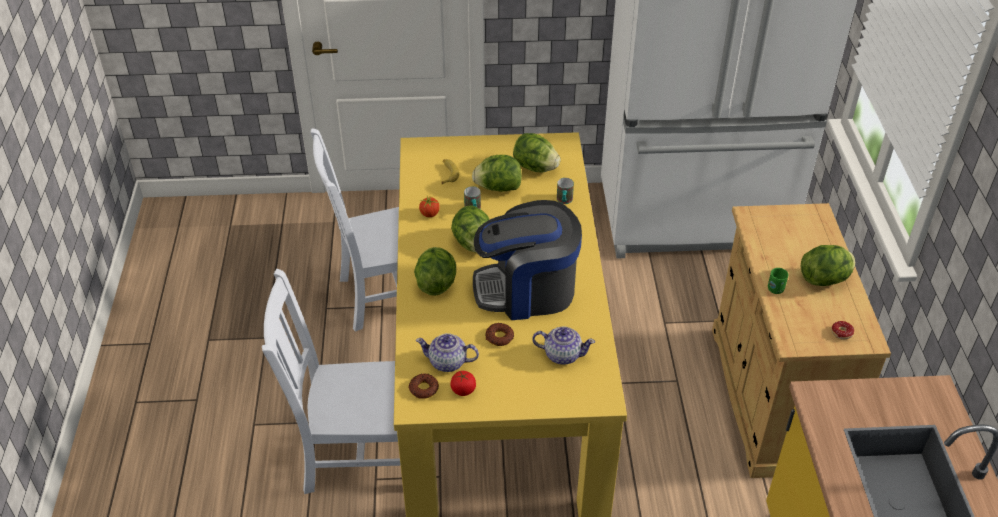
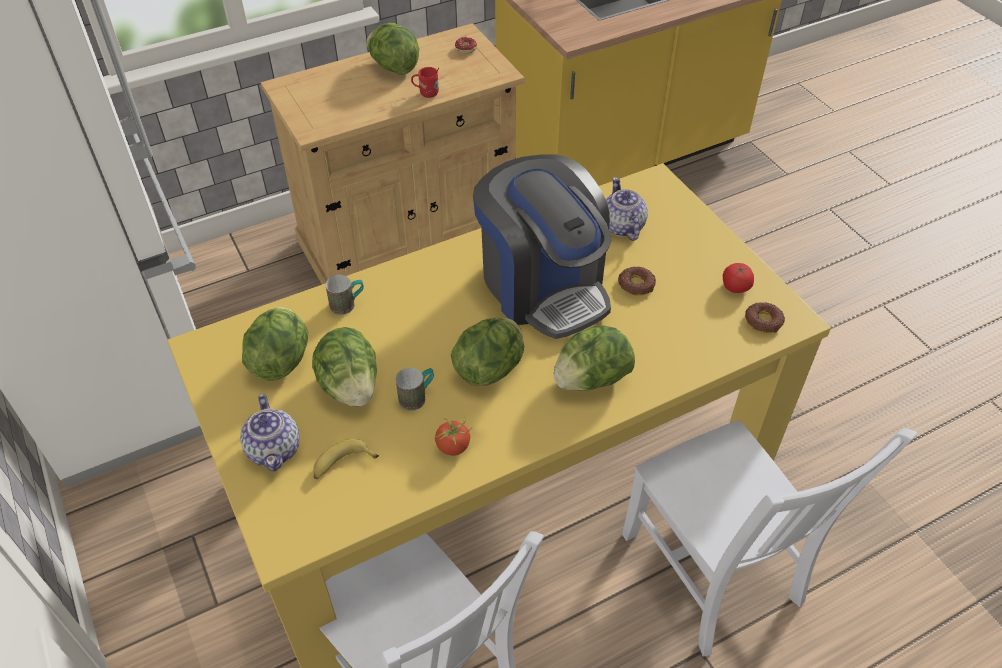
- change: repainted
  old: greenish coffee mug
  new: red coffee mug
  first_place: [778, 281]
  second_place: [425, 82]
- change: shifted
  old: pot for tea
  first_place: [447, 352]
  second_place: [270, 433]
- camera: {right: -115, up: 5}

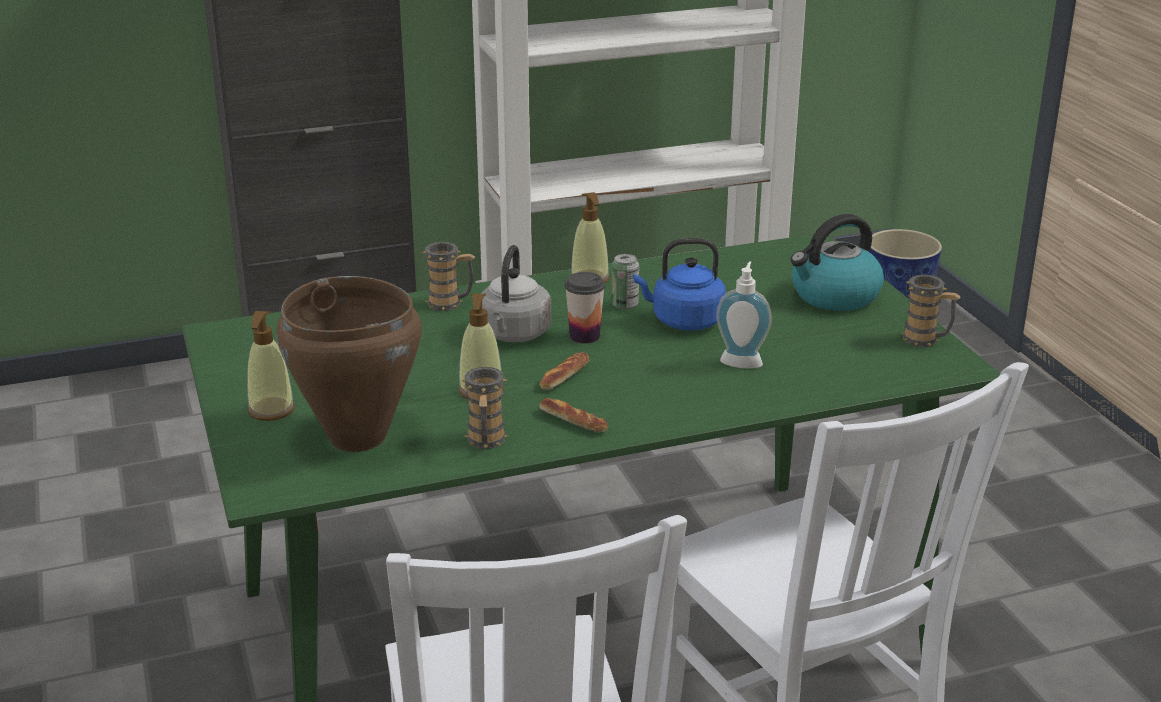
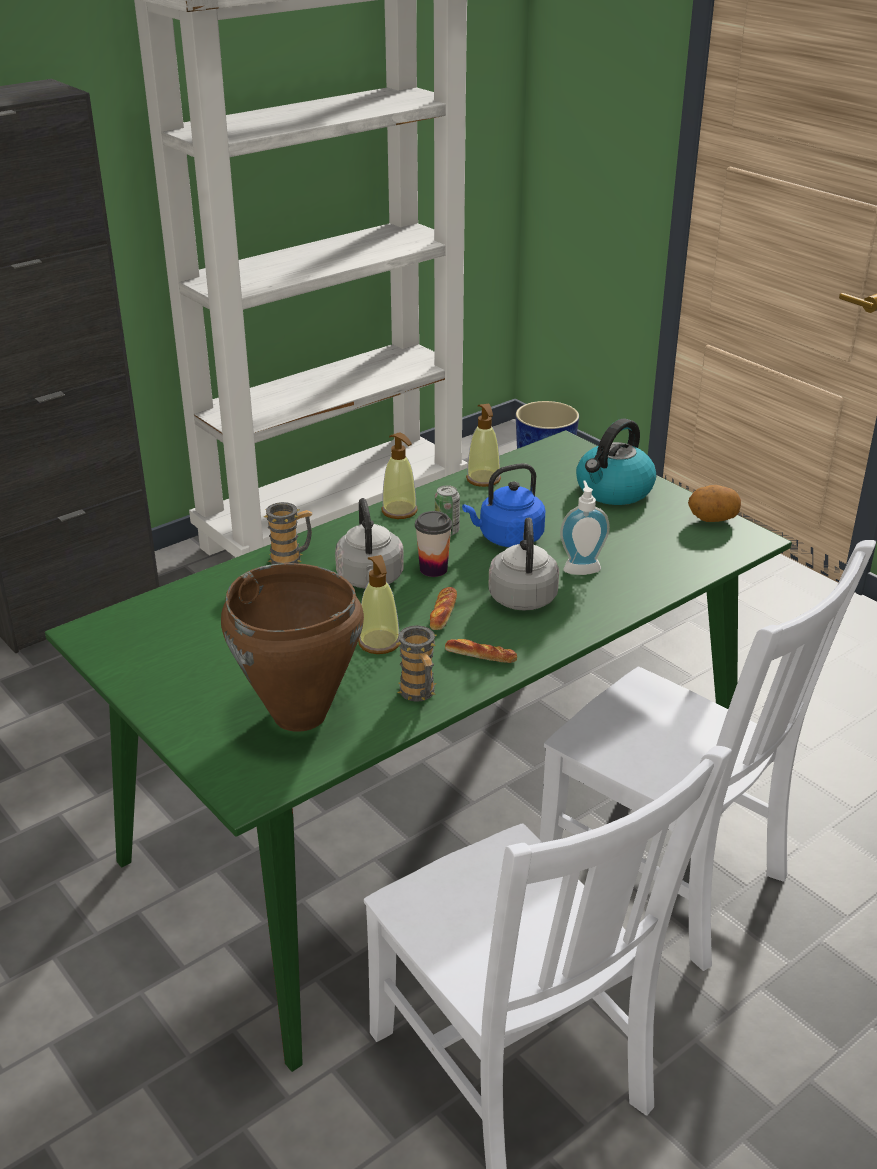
- change: swapped
  old: coffee mug
  new: spud
  first_place: [930, 311]
  second_place: [714, 503]
- change: shifted
  old: soap bottle
  first_place: [271, 366]
  second_place: [483, 445]
- change: new
  new: grey tea kettle
  second_place: [523, 564]
- camera: {right: -20, up: 5}

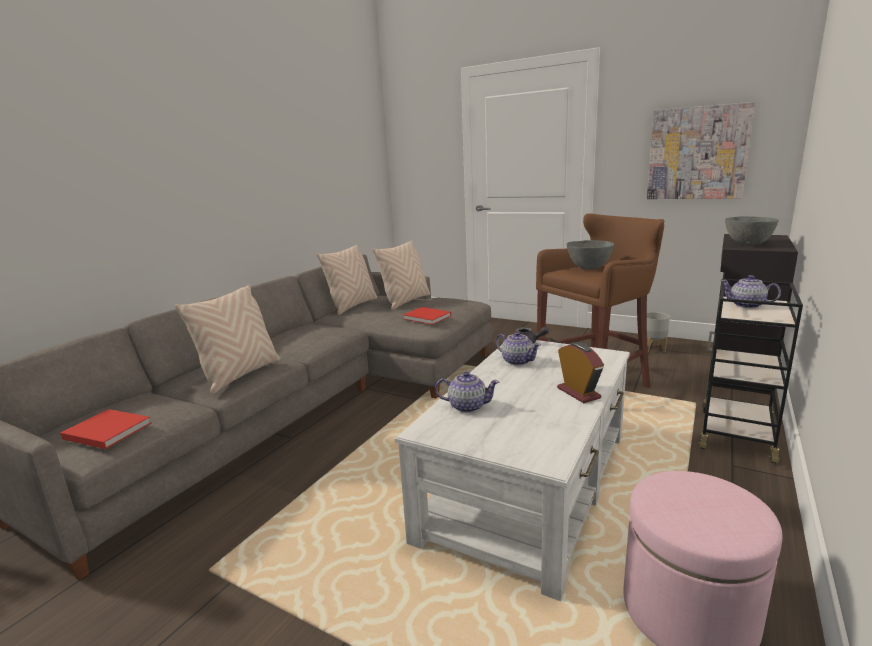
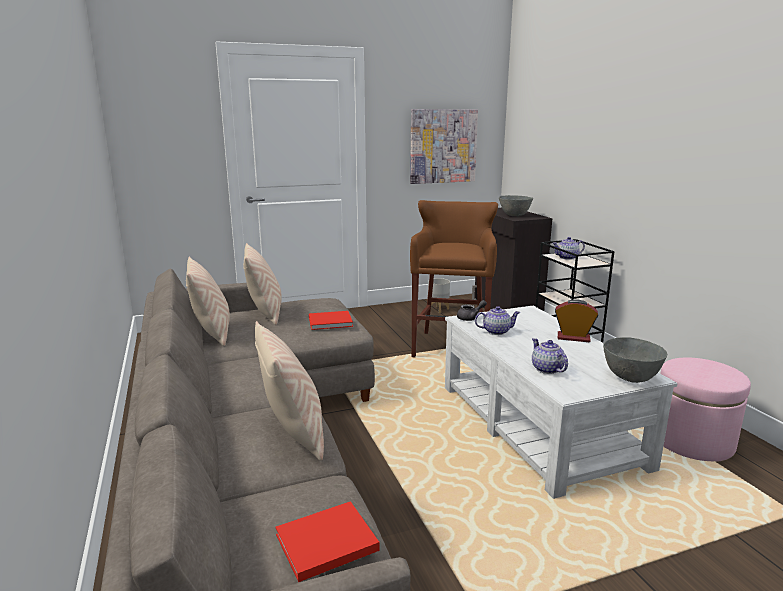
- change: shifted
  old: grey serving bowl
  first_place: [590, 255]
  second_place: [635, 360]
- change: rotated
  old: pot for tea
  first_place: [467, 392]
  second_place: [550, 356]
  degrees: -75
- camera: {right: -50, up: 0}

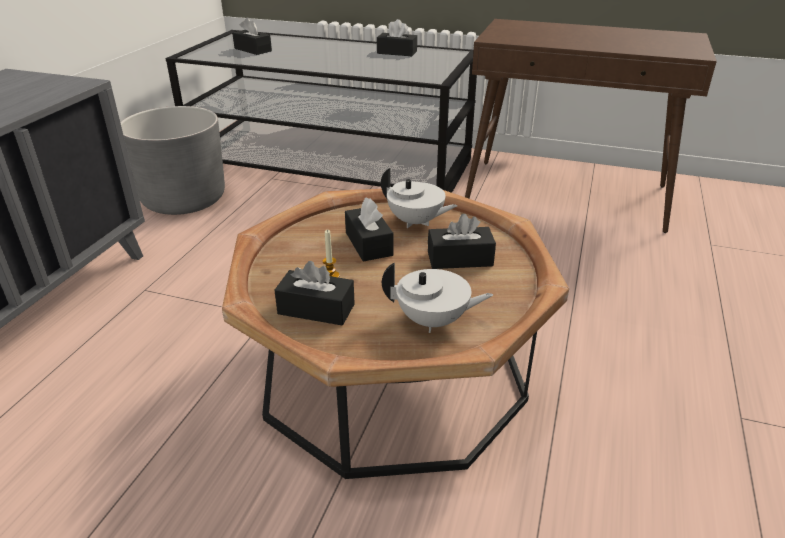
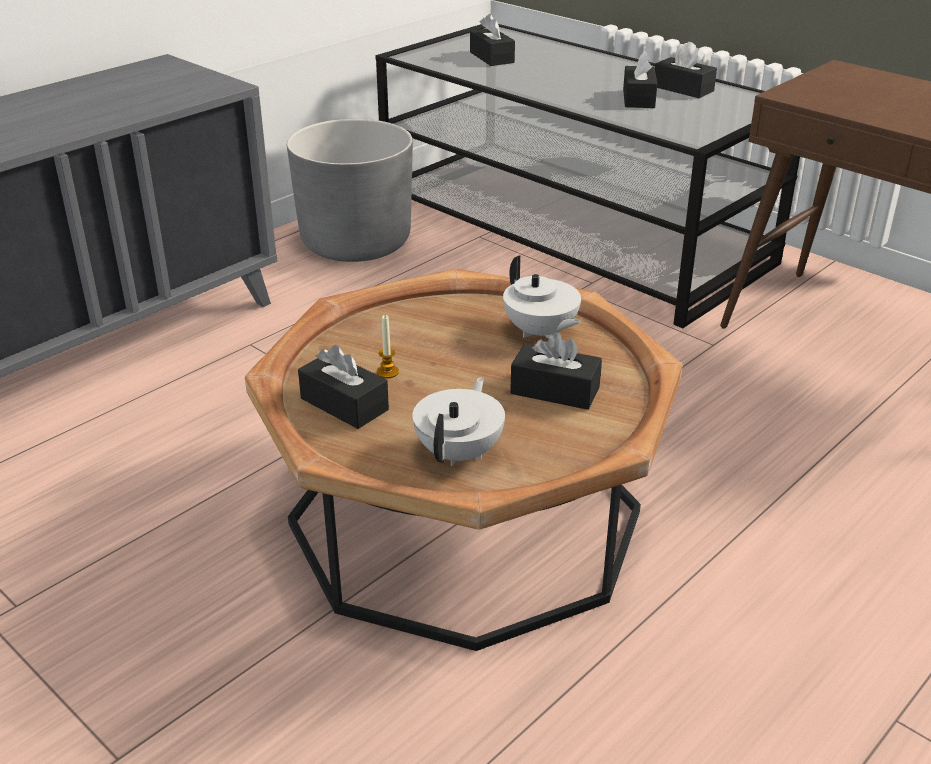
- change: shifted
  old: blackish tissue holder
  first_place: [369, 229]
  second_place: [640, 79]
- change: rotated
  old: whitish pot for tea
  first_place: [437, 297]
  second_place: [459, 421]
  degrees: -105
- camera: {right: 25, up: 0}

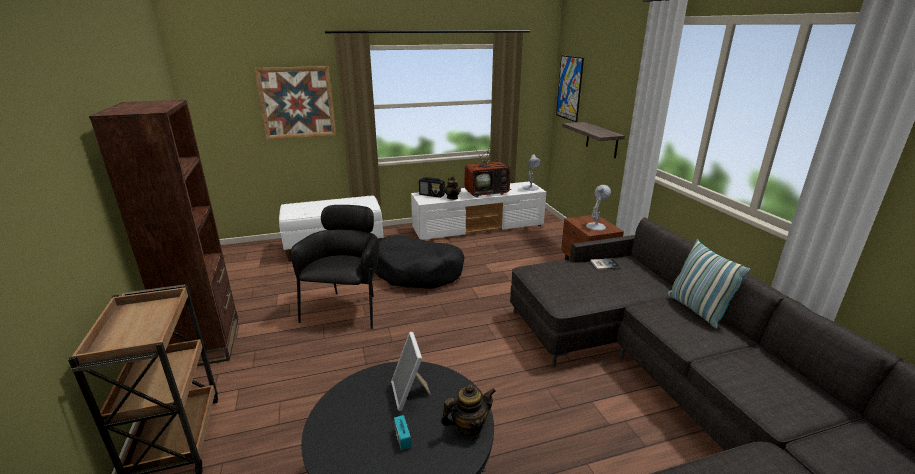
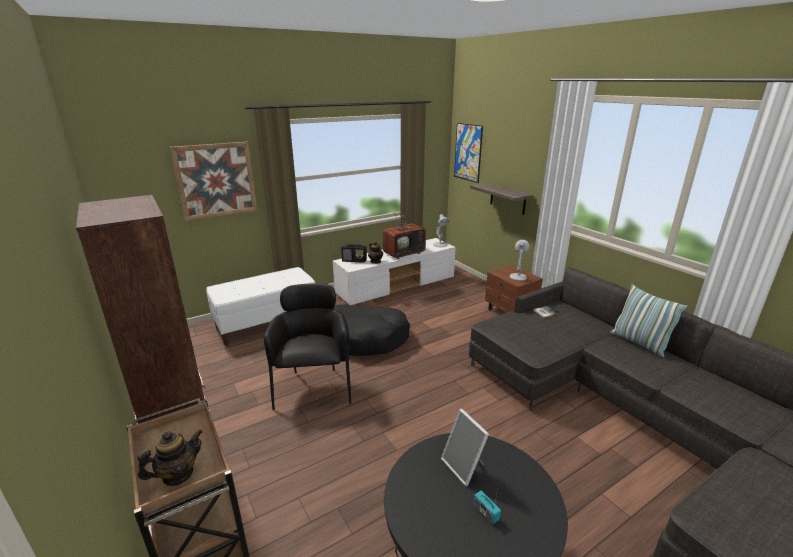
- change: shifted
  old: pot for tea
  first_place: [468, 410]
  second_place: [170, 457]
- camera: {right: -15, up: 0}

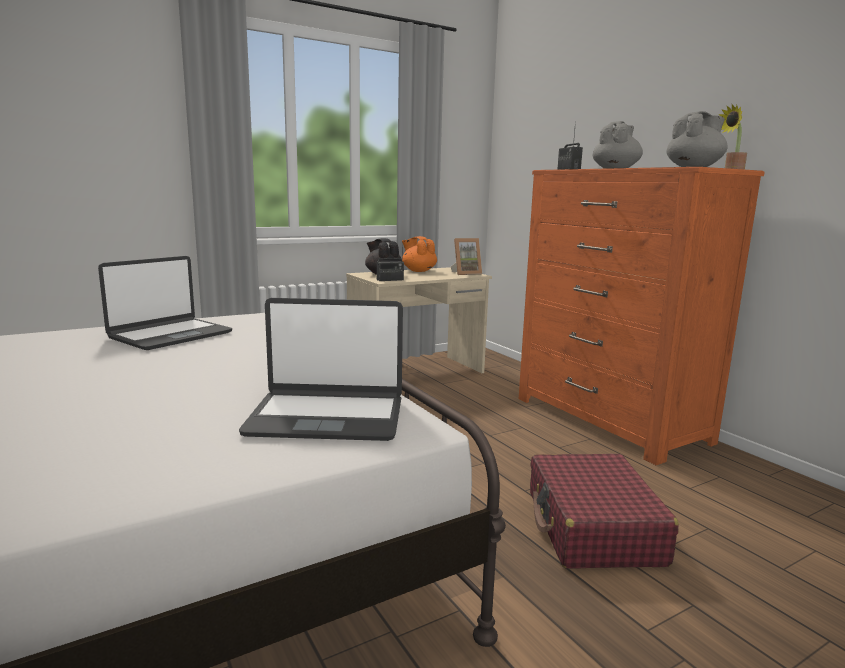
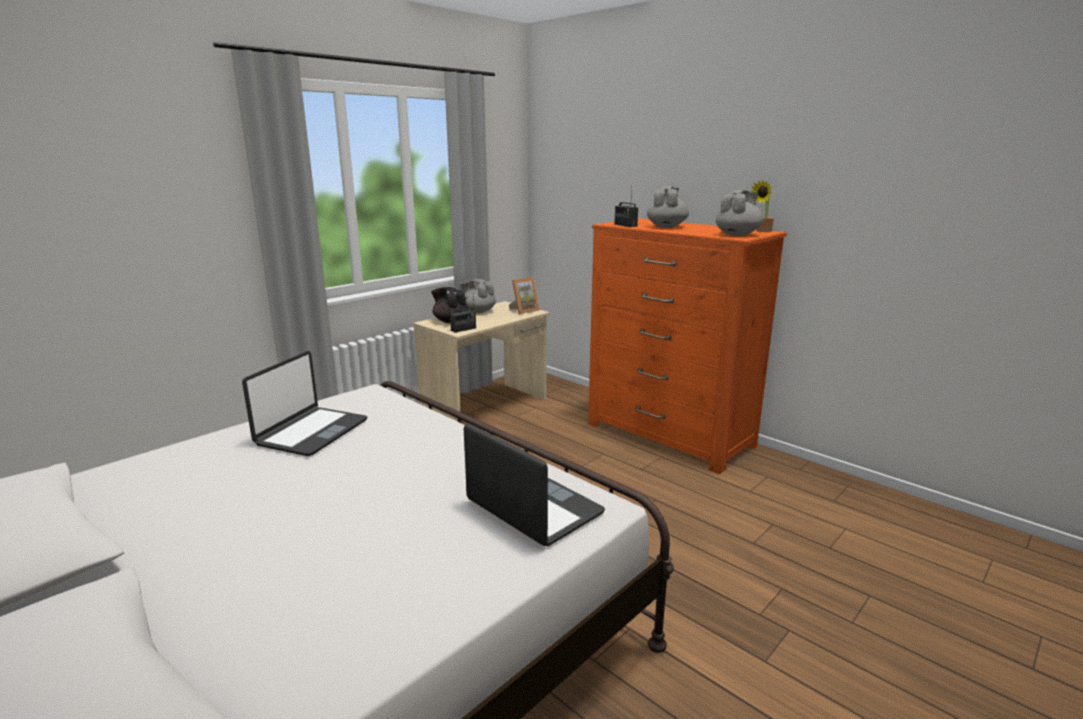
- change: repainted
  old: orangey pot for tea
  new: grey pot for tea
  first_place: [419, 254]
  second_place: [478, 296]
- change: rotated
  old: portable computer
  first_place: [321, 369]
  second_place: [534, 485]
  degrees: -120
- change: gone
  old: red piece of luggage
  first_place: [604, 511]
- camera: {right: -15, up: 5}

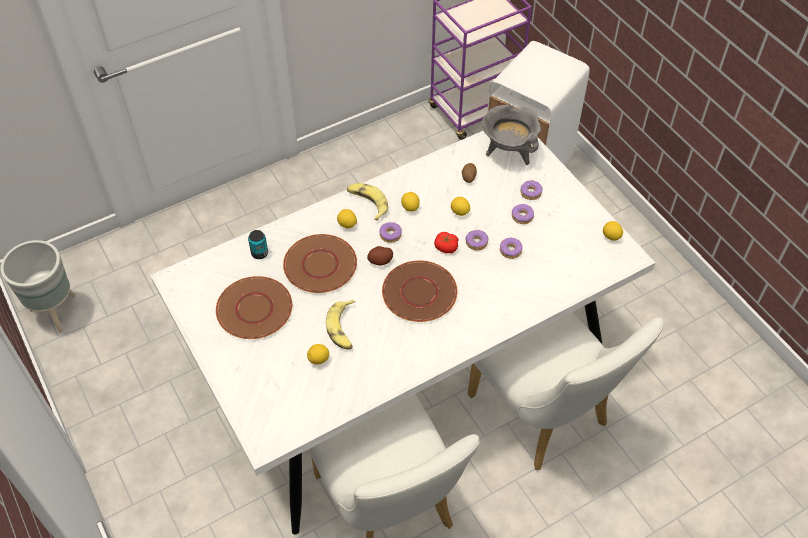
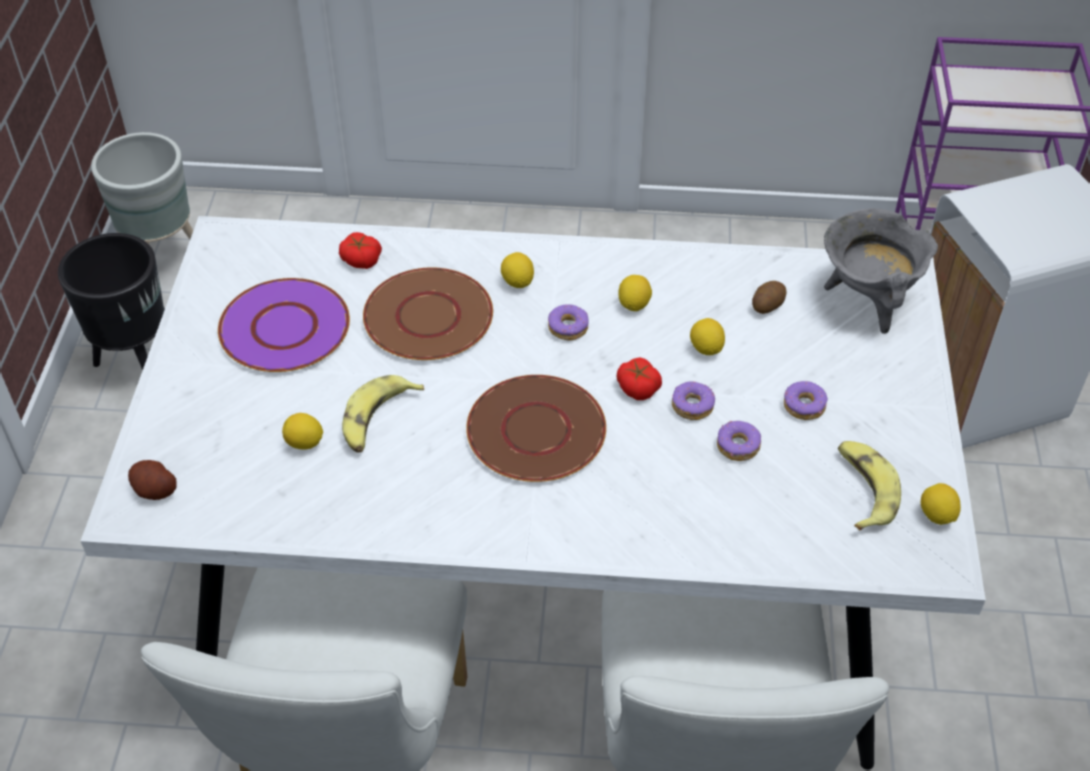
- change: gone
  old: doughnut
  first_place: [531, 190]
- change: shifted
  old: banana fruit
  first_place: [367, 202]
  second_place: [869, 485]
- change: swapped
  old: metal can
  new: tomato
  first_place: [258, 244]
  second_place: [360, 250]
- change: shifted
  old: spud
  first_place: [380, 256]
  second_place: [152, 480]
- change: repainted
  old: brownish flat dish
  new: purple flat dish
  first_place: [254, 307]
  second_place: [284, 325]
- change: new
  new: blackish plant pot
  second_place: [111, 301]
- camera: {right: 35, up: -5}

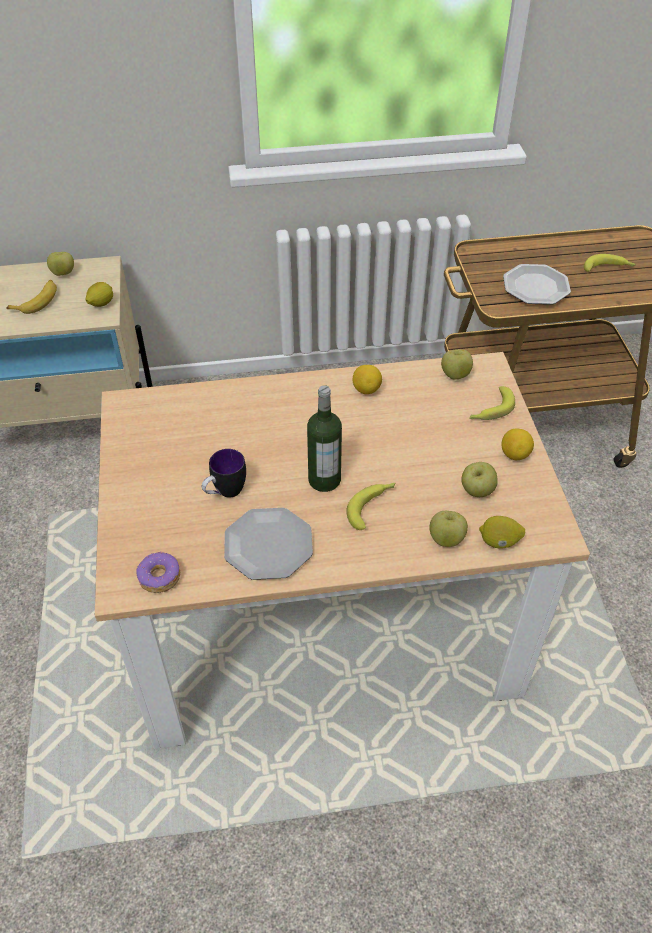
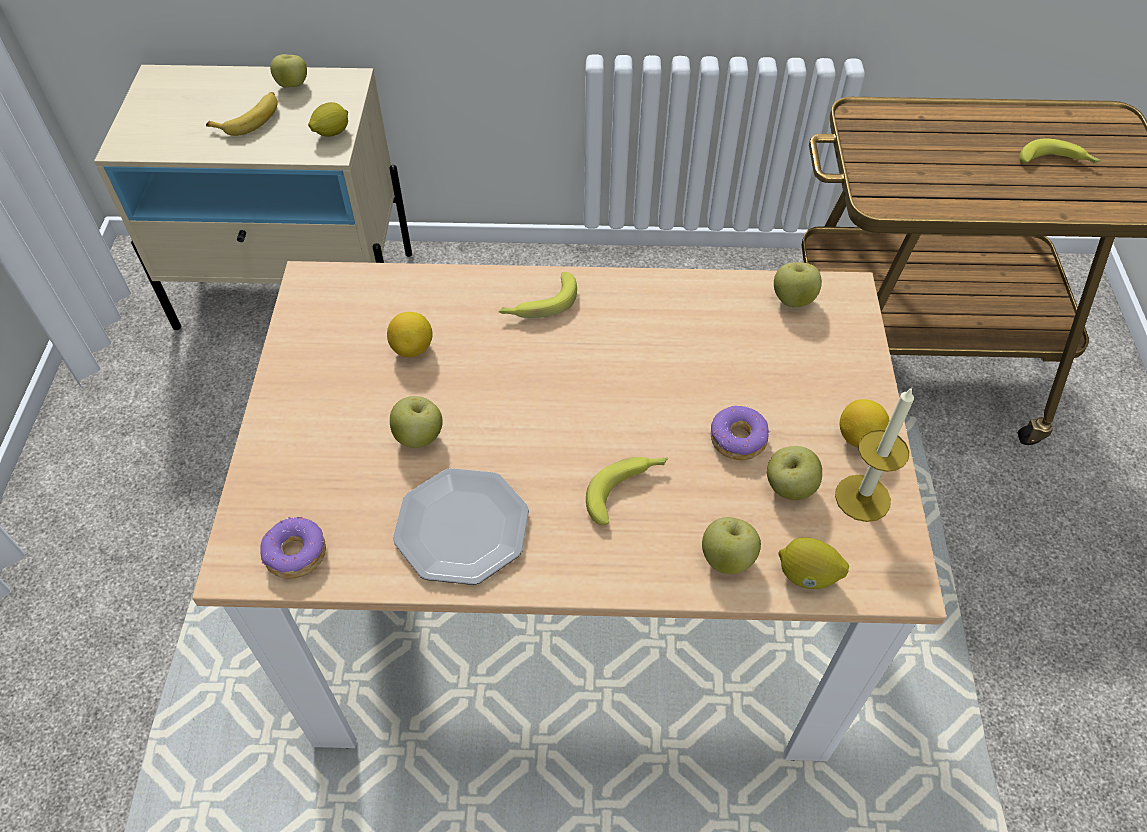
- change: gone
  old: flat dish
  first_place: [537, 284]
- change: shifted
  old: whole lemon
  first_place: [367, 379]
  second_place: [410, 334]
- change: gone
  old: bottle
  first_place: [324, 438]
- change: shifted
  old: banana fruit
  first_place: [492, 403]
  second_place: [537, 295]
- change: swapped
  old: coffee mug
  new: apple
  first_place: [224, 473]
  second_place: [416, 422]
- change: new
  new: candle
  second_place: [874, 454]
- change: new
  new: doughnut
  second_place: [740, 433]
- camera: {right: 10, up: 5}

